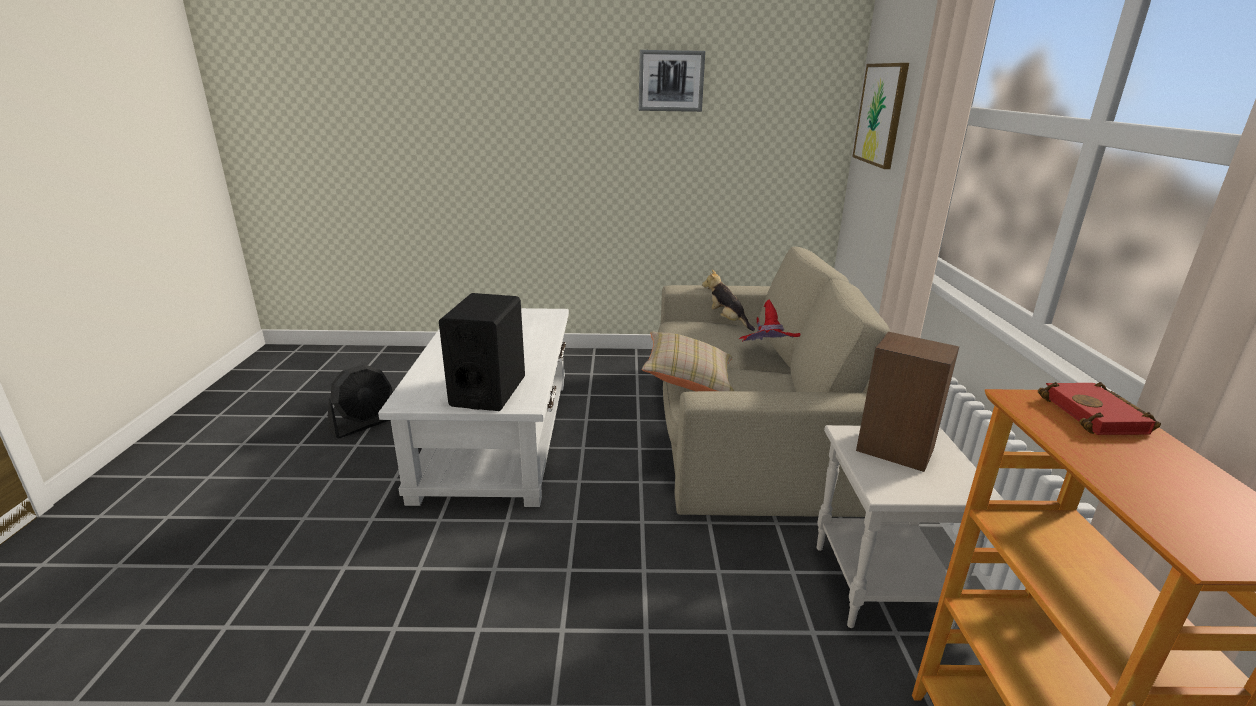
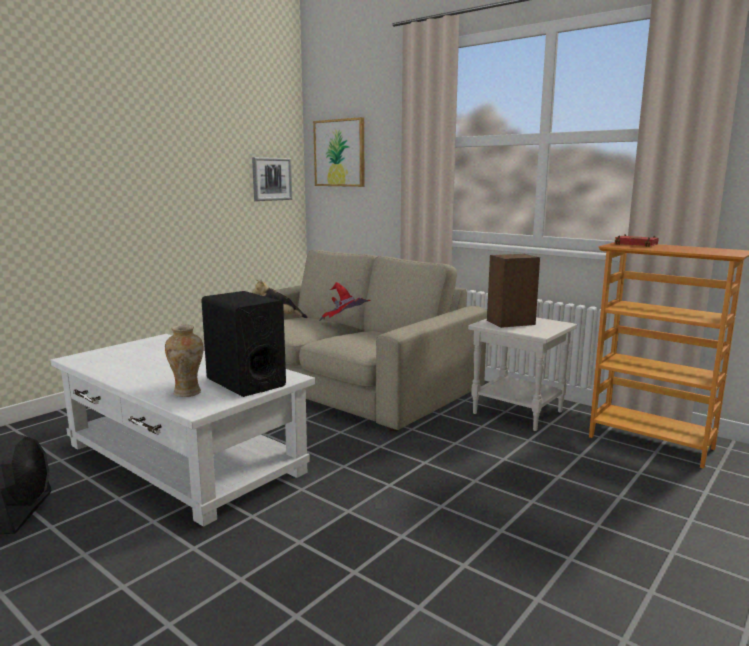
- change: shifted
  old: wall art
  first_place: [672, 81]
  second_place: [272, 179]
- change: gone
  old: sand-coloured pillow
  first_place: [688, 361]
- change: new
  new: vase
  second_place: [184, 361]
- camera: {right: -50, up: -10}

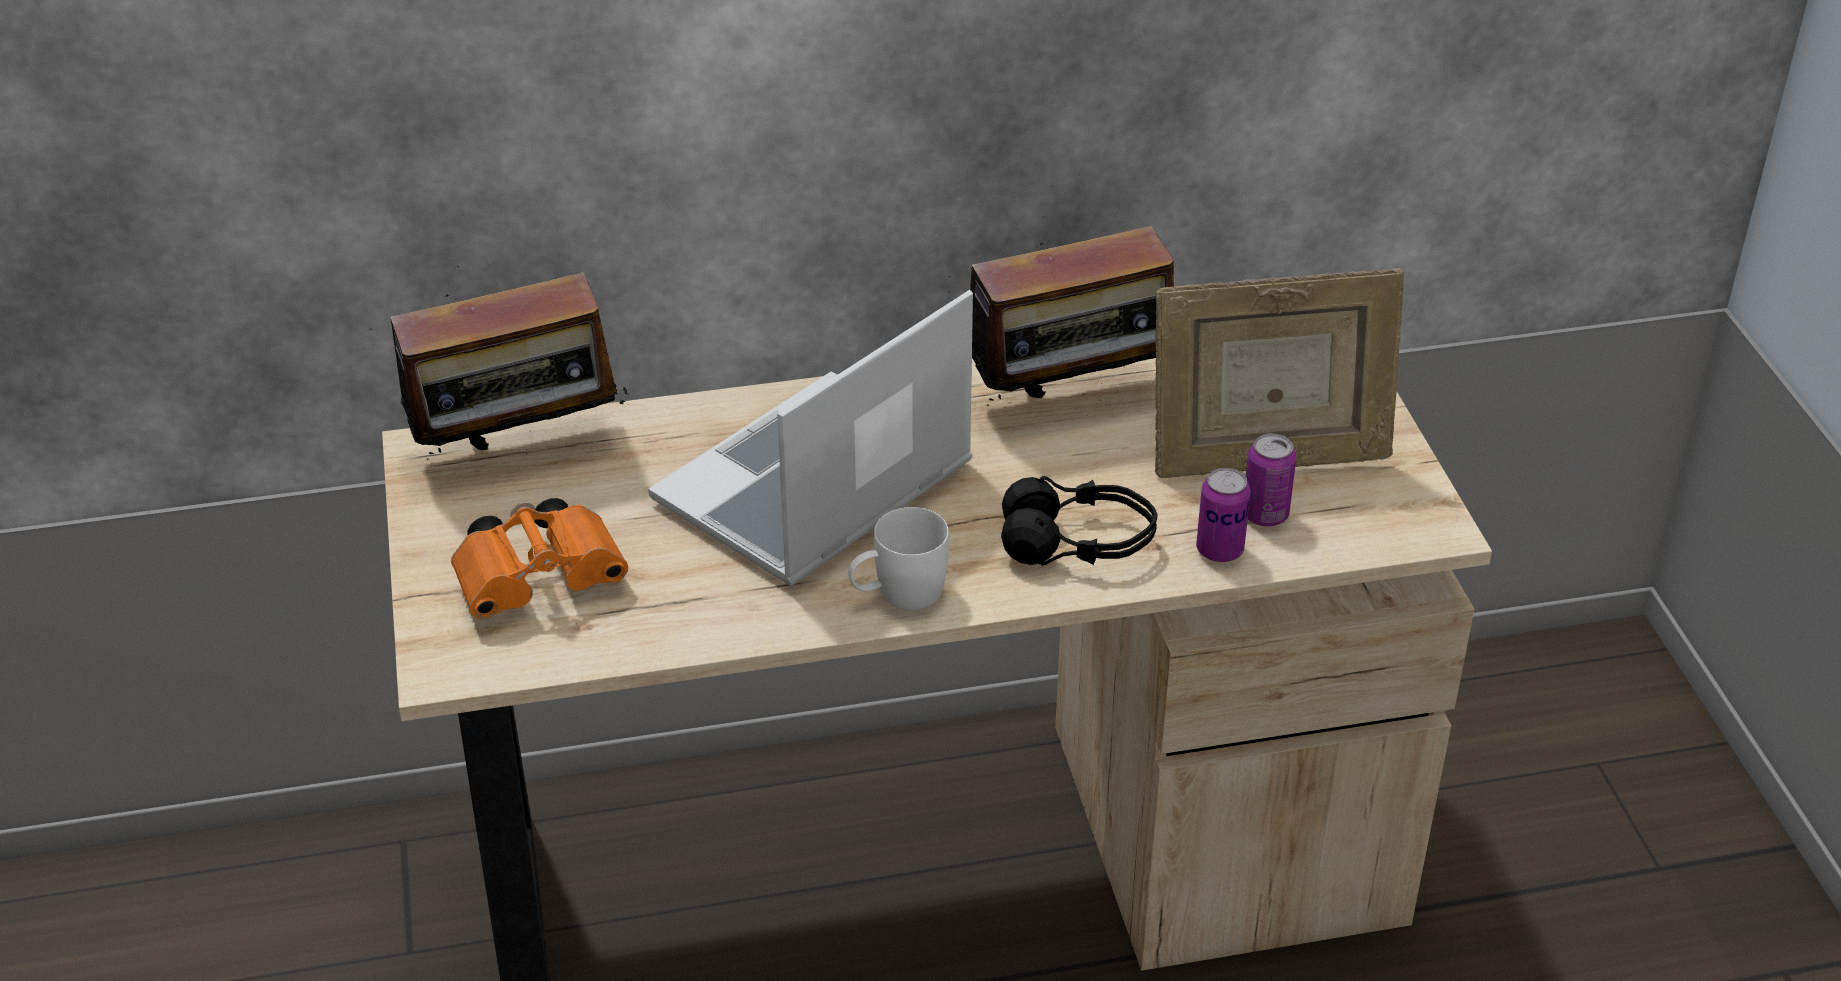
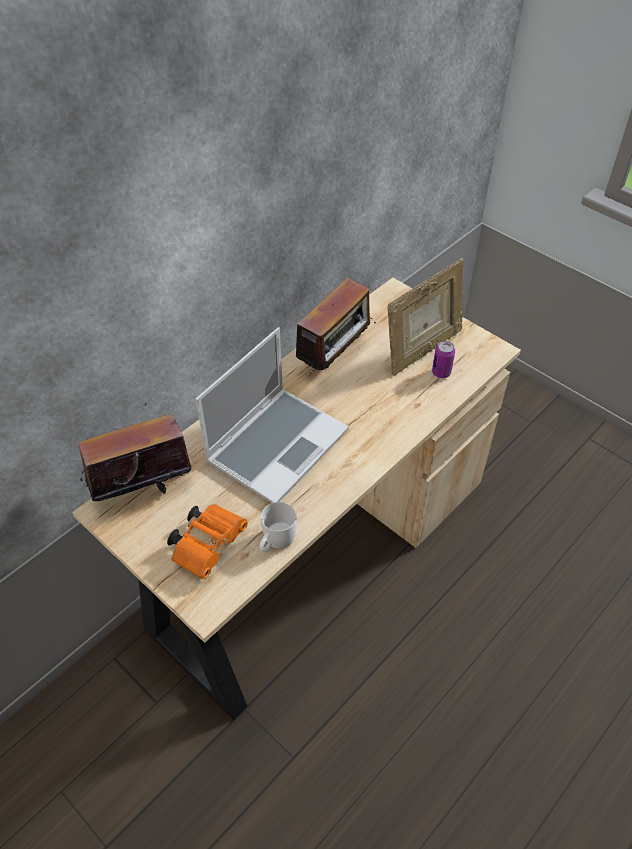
- change: rotated
  old: radio set
  first_place: [499, 370]
  second_place: [135, 452]
  degrees: -150
- change: rotated
  old: portable computer
  first_place: [810, 438]
  second_place: [272, 415]
  degrees: -150
- change: gone
  old: metal can
  first_place: [1223, 515]
- change: gone
  old: blackish headset
  first_place: [1079, 521]
- change: shifted
  old: whitish coffee mug
  first_place: [898, 558]
  second_place: [278, 527]
- camera: {right: -35, up: 10}

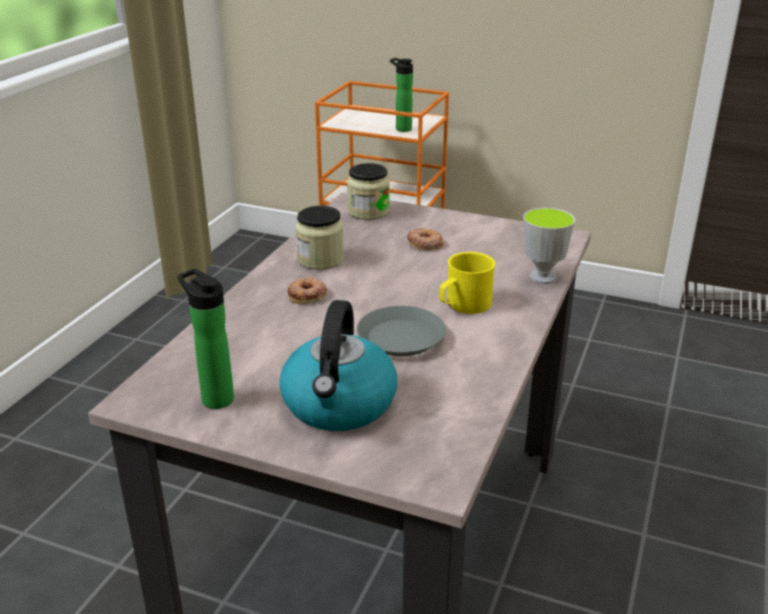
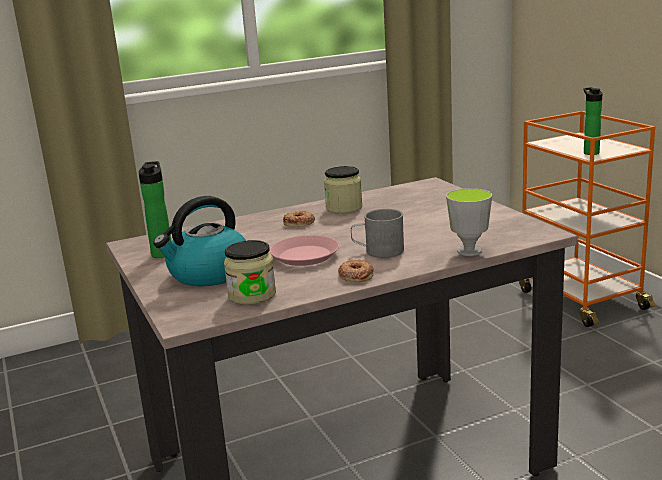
- change: shifted
  old: storage jar
  first_place: [368, 191]
  second_place: [250, 272]
- change: shifted
  old: doughnut
  first_place: [425, 239]
  second_place: [356, 270]
- change: repainted
  old: yellow coffee mug
  new: grey coffee mug
  first_place: [467, 283]
  second_place: [377, 233]
- change: repainted
  old: grey flat dish
  new: pink flat dish
  first_place: [401, 331]
  second_place: [304, 250]
- camera: {right: 45, up: -10}

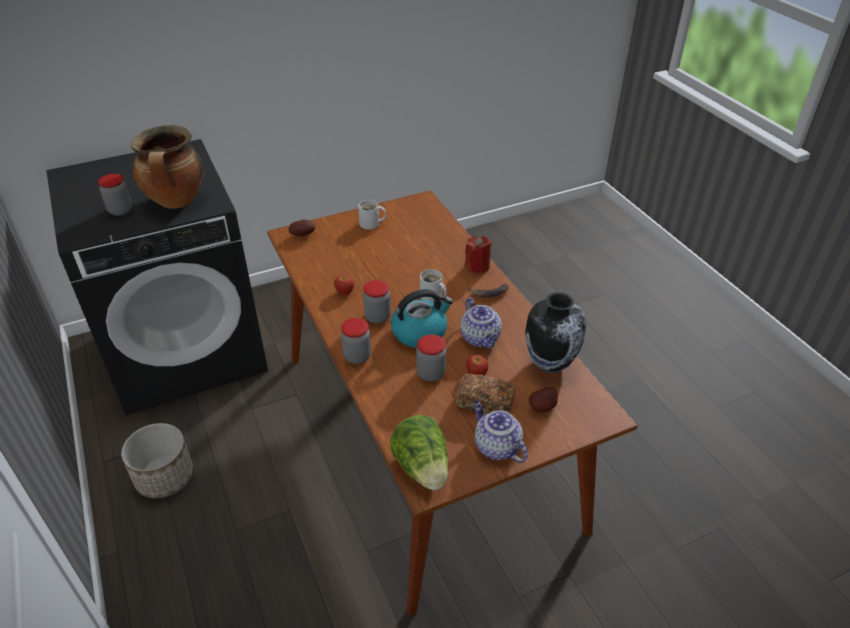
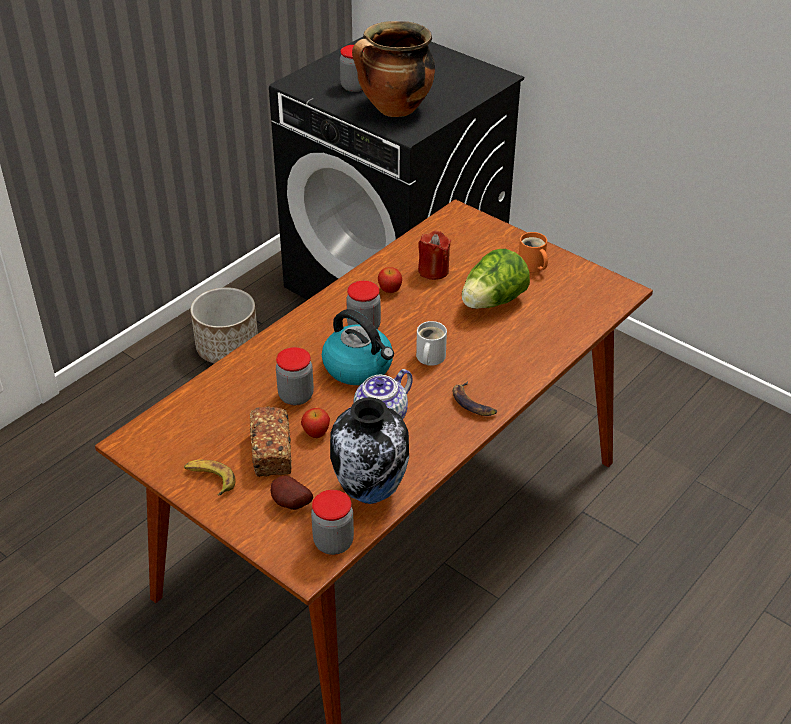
- change: repainted
  old: whitish coffee mug
  new: orangey coffee mug
  first_place: [372, 214]
  second_place: [533, 252]
- change: gone
  old: spud
  first_place: [302, 228]
- change: shifted
  old: red candle
  first_place: [478, 255]
  second_place: [434, 255]
- change: shifted
  old: storage jar
  first_place: [356, 341]
  second_place: [332, 522]
- change: swapped
  old: pot for tea
  new: banana fruit
  first_place: [500, 431]
  second_place: [210, 477]
- change: shifted
  old: head of lettuce
  first_place: [419, 452]
  second_place: [496, 279]
- camera: {right: 65, up: 0}

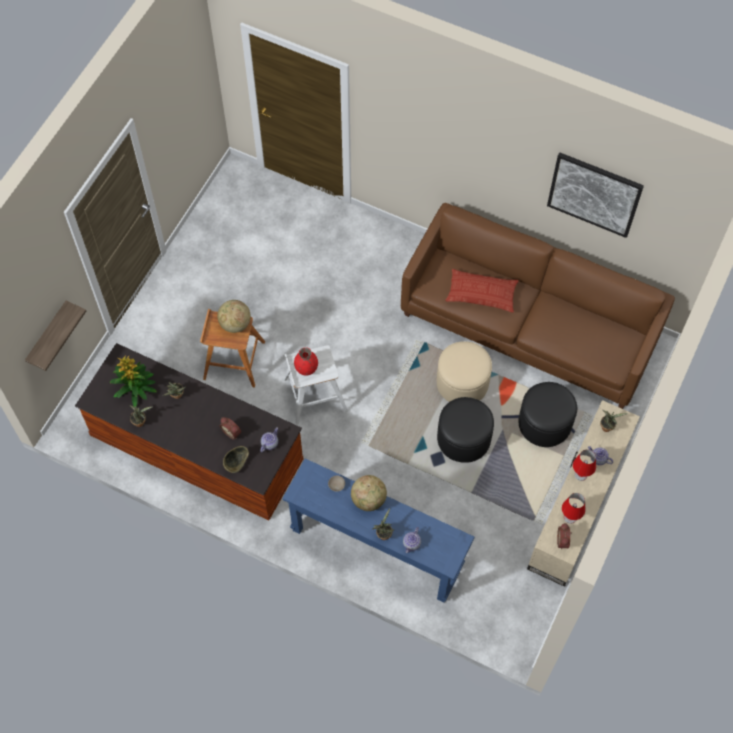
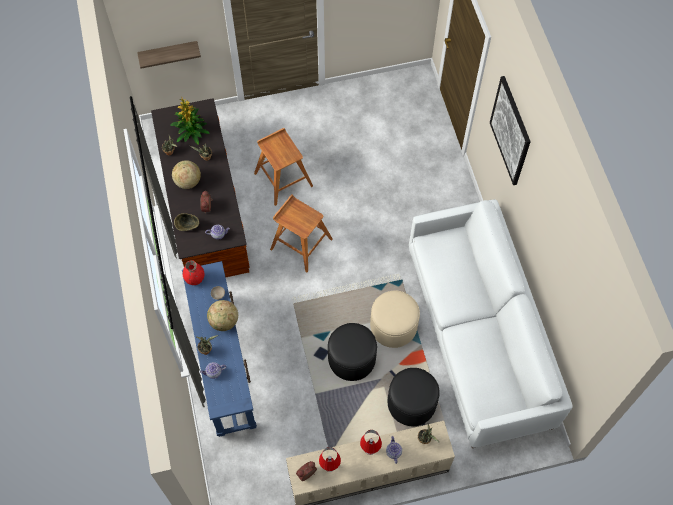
- change: shifted
  old: wall art
  first_place: [595, 195]
  second_place: [510, 130]
- change: repainted
  old: brownish sofa
  new: whitish sofa
  first_place: [538, 306]
  second_place: [491, 323]
- change: gone
  old: pillow
  first_place: [482, 291]
- change: shifted
  old: world globe
  first_place: [234, 316]
  second_place: [186, 174]
- change: repainted
  old: whitish sitting stool
  new: brownish sitting stool
  first_place: [315, 385]
  second_place: [301, 233]
- change: shifted
  old: red vase
  first_place: [306, 361]
  second_place: [193, 272]
- camera: {right: 50, up: 0}

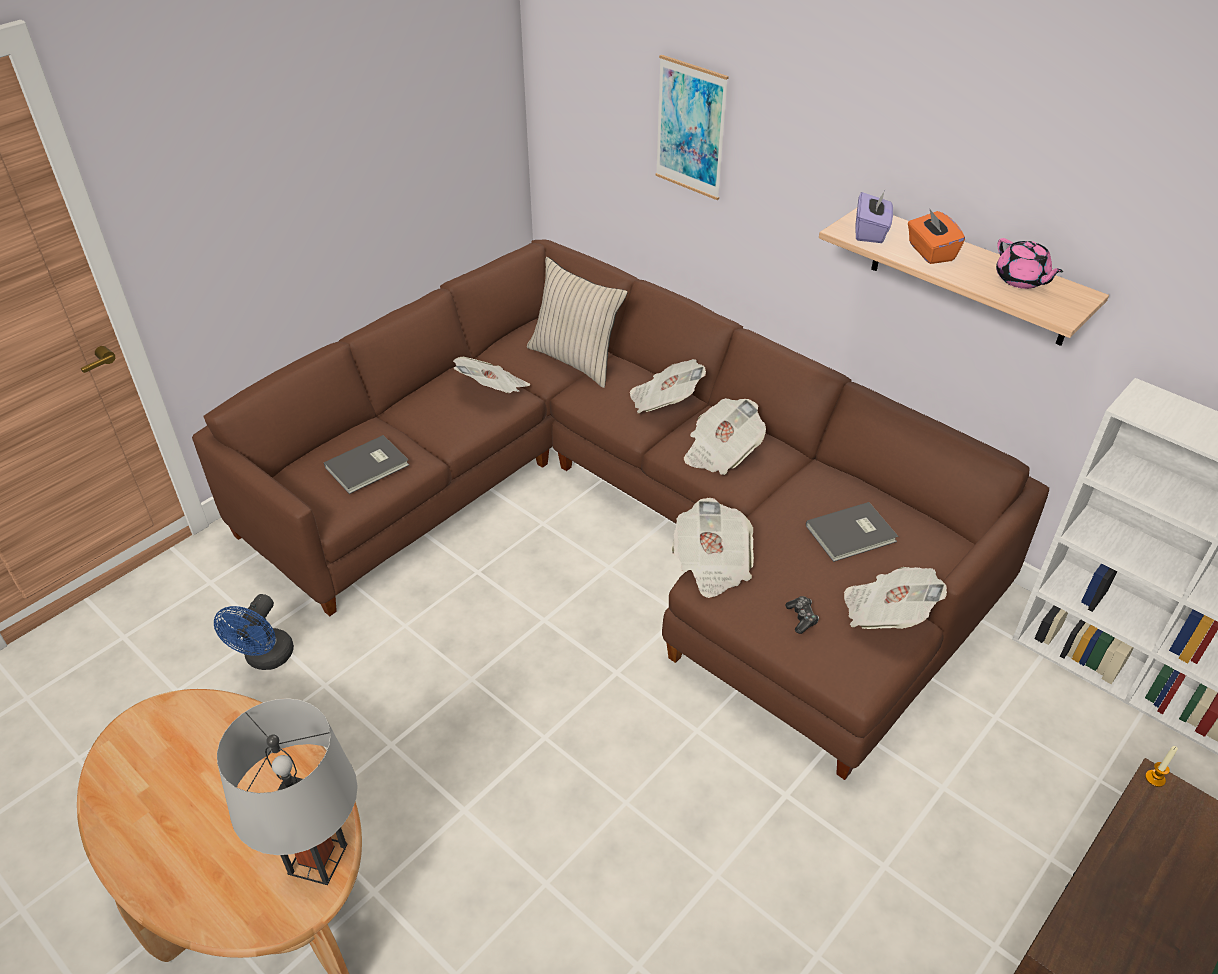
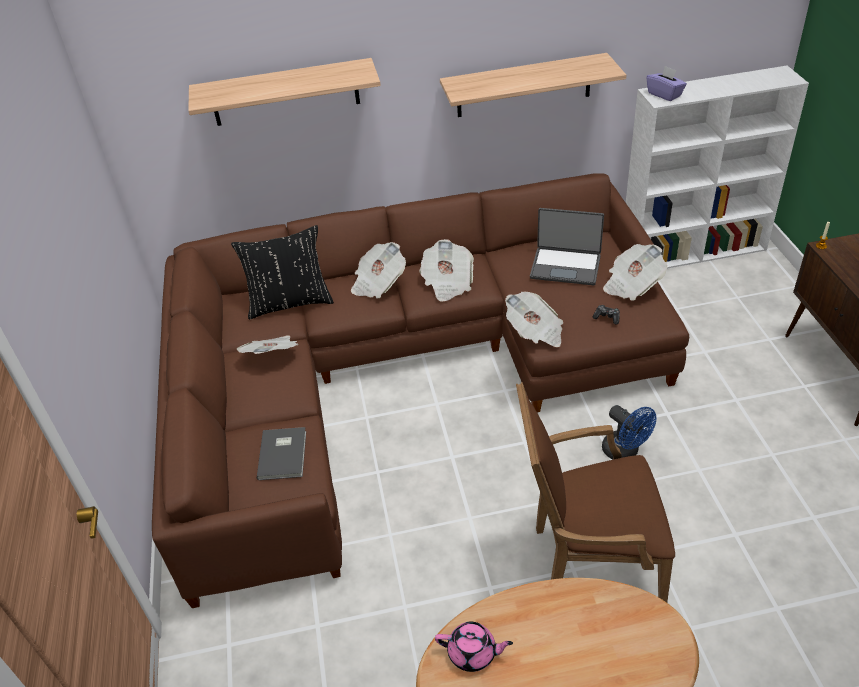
- change: swapped
  old: wall art
  new: shelf
  first_place: [692, 127]
  second_place: [284, 92]
- change: shifted
  old: purple tissue holder
  first_place: [874, 217]
  second_place: [666, 83]
- change: gone
  old: orangey tissue holder
  first_place: [936, 236]
- change: shifted
  old: pink pot for tea
  first_place: [1030, 263]
  second_place: [474, 647]
- change: repainted
  old: sand-coloured pillow
  new: blackish pillow
  first_place: [577, 322]
  second_place: [282, 272]
- change: swapped
  old: grey volume
  new: portable computer
  first_place: [852, 532]
  second_place: [567, 246]
- change: shifted
  old: blue-coloured cooling fan
  first_place: [254, 632]
  second_place: [629, 432]
- change: gone
  old: grey lamp for a table
  first_place: [287, 791]
- change: new
  new: brownish armchair
  second_place: [595, 492]
- camera: {right: -50, up: 0}

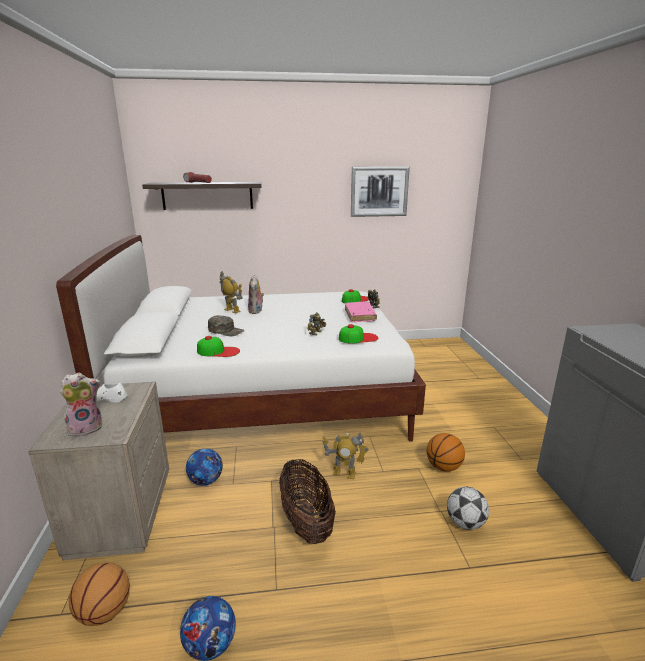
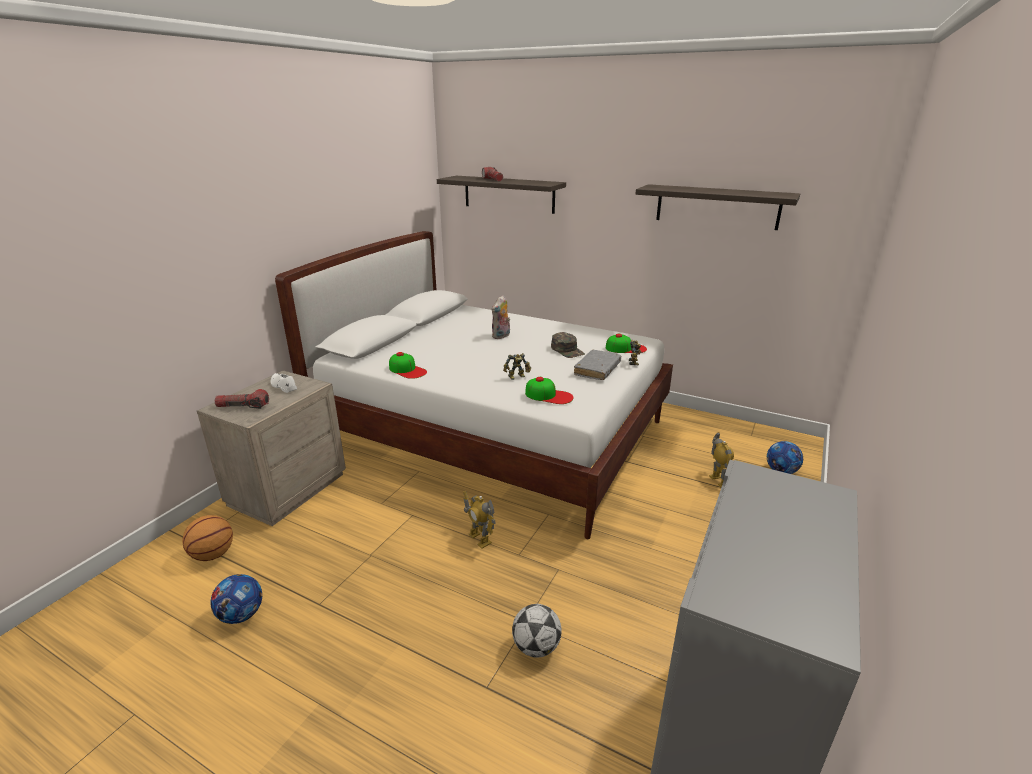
- change: swapped
  old: wall art
  new: shelf
  first_place: [380, 192]
  second_place: [718, 207]
- change: shifted
  old: robot figure
  first_place: [231, 292]
  second_place: [723, 459]
- change: repainted
  old: pink volume
  new: grey volume
  first_place: [361, 312]
  second_place: [597, 365]
- change: shifted
  old: greenish baseball cap
  first_place: [226, 325]
  second_place: [568, 345]
- change: swapped
  old: cuddly toy
  new: torch
  first_place: [81, 405]
  second_place: [242, 399]
- change: gone
  old: basketball
  first_place: [446, 452]
- change: shifted
  old: ball for football
  first_place: [204, 467]
  second_place: [785, 457]
- change: gone
  old: basket
  first_place: [307, 501]
- camera: {right: 35, up: 5}

